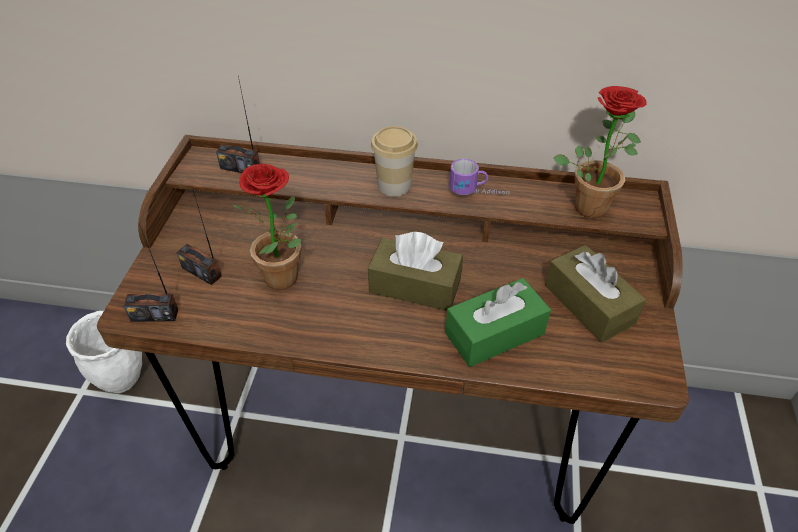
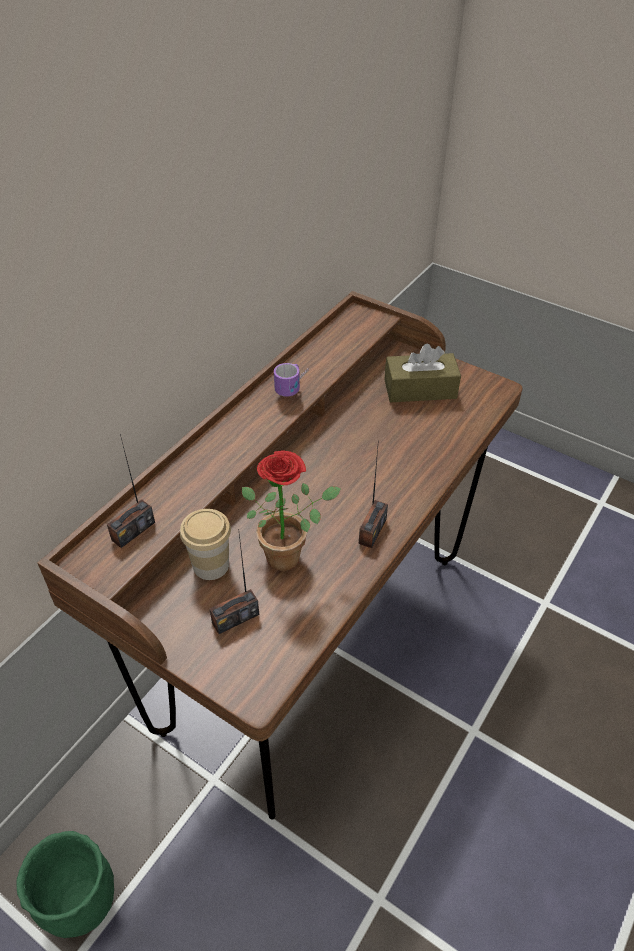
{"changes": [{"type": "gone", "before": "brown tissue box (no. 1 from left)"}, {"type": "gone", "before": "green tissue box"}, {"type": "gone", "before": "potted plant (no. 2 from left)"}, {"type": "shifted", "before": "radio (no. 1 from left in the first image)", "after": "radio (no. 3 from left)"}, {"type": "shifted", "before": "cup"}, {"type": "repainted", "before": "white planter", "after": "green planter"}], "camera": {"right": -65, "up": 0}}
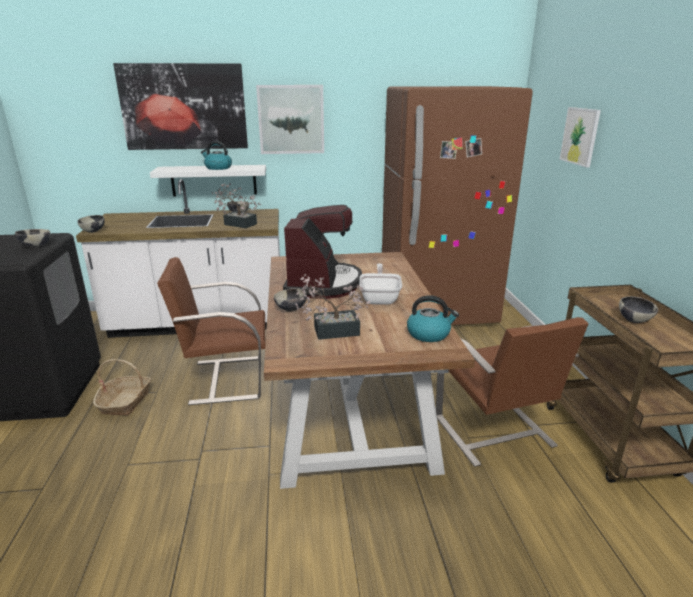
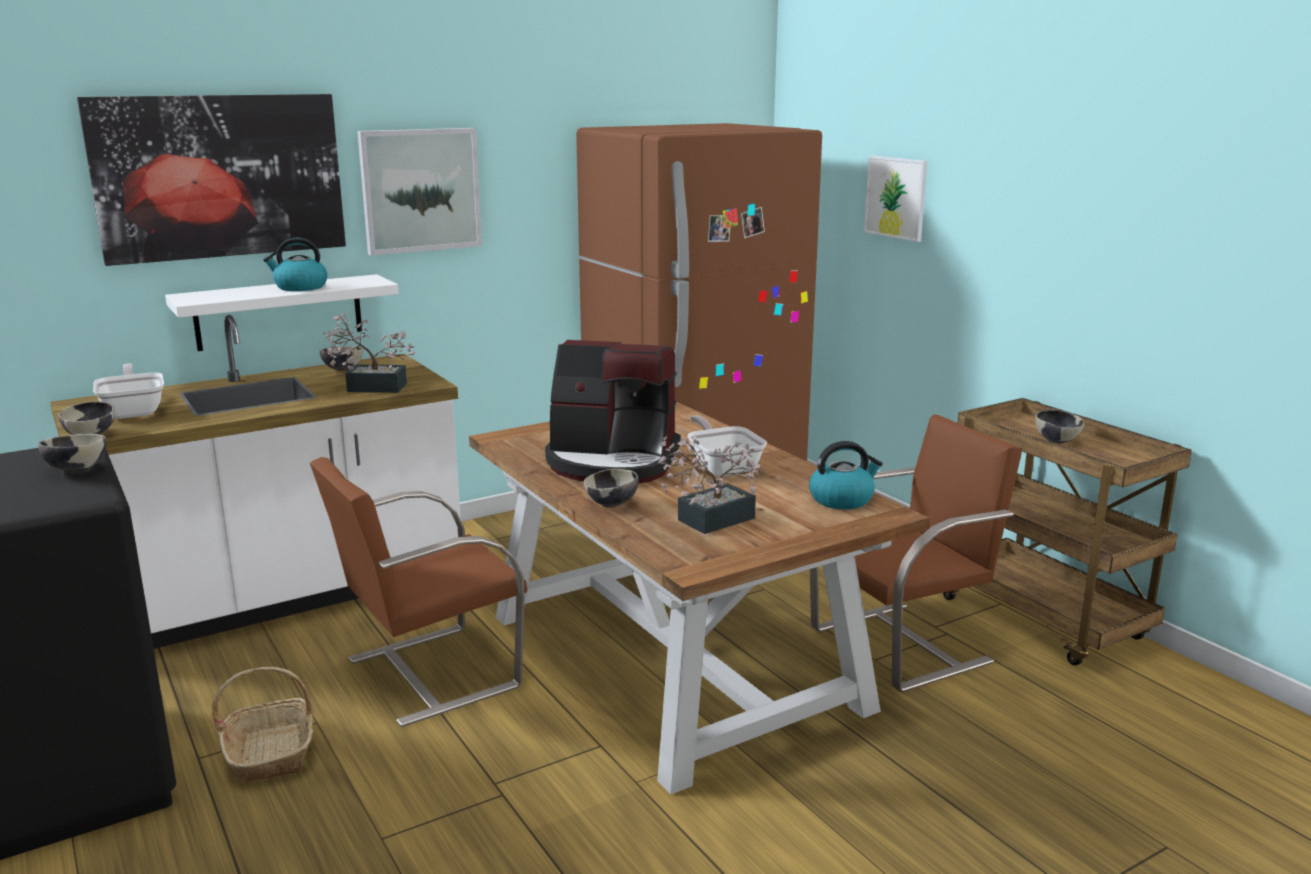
{"changes": [{"type": "new", "after": "frying pan (no. 1 from left)"}, {"type": "rotated", "before": "coffee machine", "turn": 120}, {"type": "rotated", "before": "brown chair (no. 2 from left)", "turn": -75}], "camera": {"right": -25, "up": -5}}
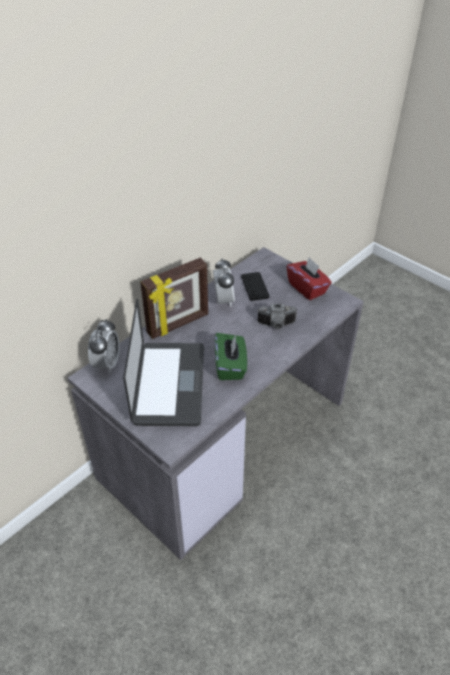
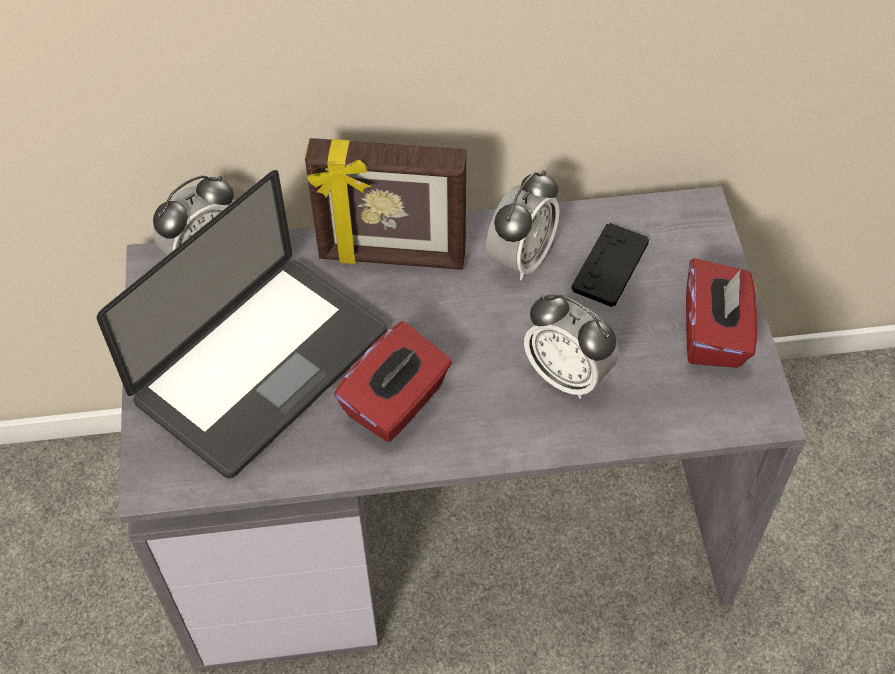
{"changes": [{"type": "swapped", "before": "photo camera", "after": "alarm clock (no. 3 from left)"}, {"type": "repainted", "before": "green tissue box", "after": "red tissue box (no. 1 from left)"}], "camera": {"right": 40, "up": 10}}
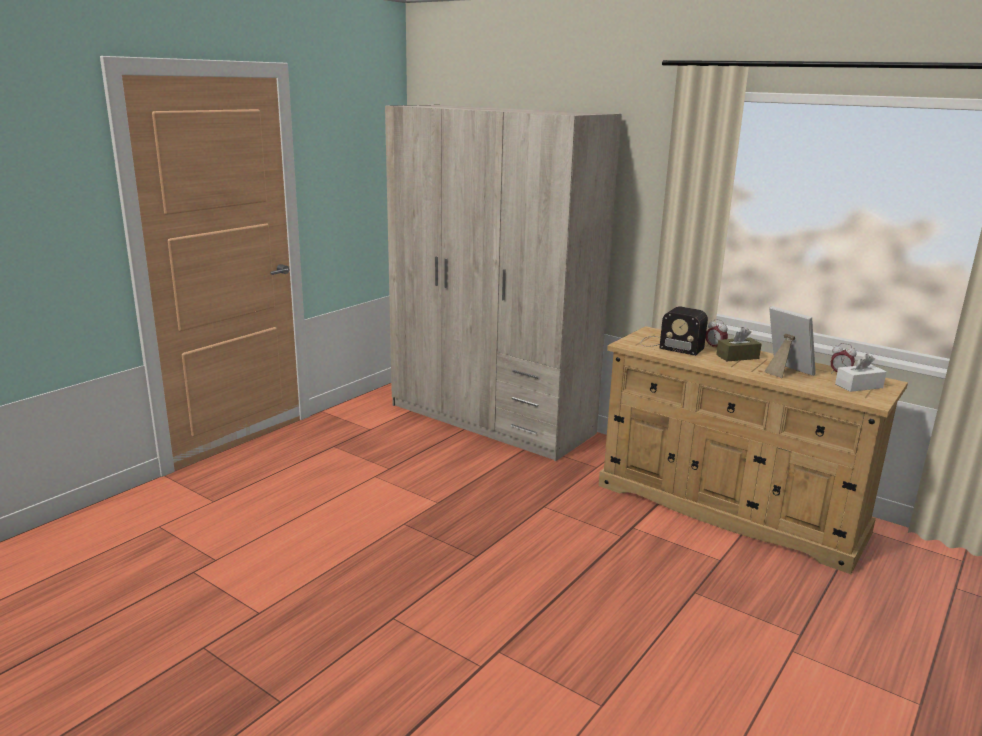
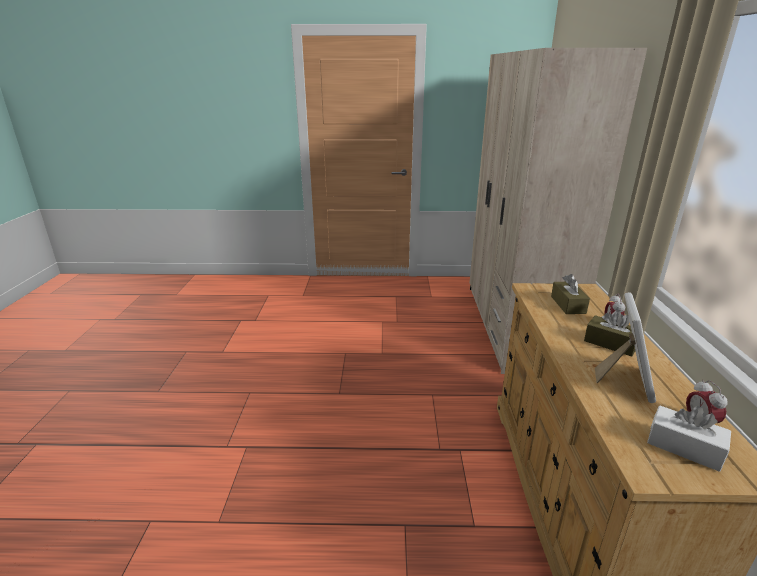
{"changes": [{"type": "swapped", "before": "radio", "after": "brown tissue box (no. 1 from left)"}], "camera": {"right": 55, "up": 5}}
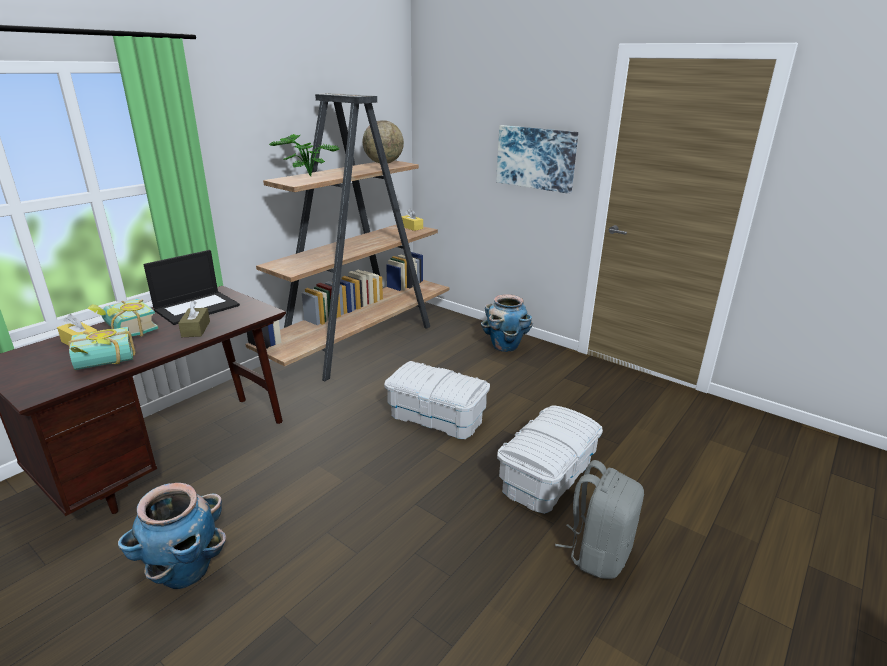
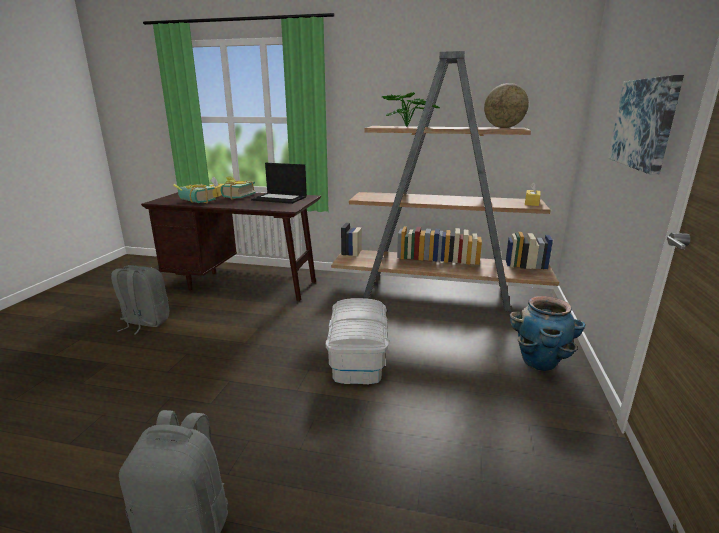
{"changes": [{"type": "gone", "before": "brown tissue box"}, {"type": "gone", "before": "white storage box (no. 2 from left)"}, {"type": "swapped", "before": "planter (no. 1 from left)", "after": "grey backpack (no. 1 from left)"}], "camera": {"right": 65, "up": -5}}
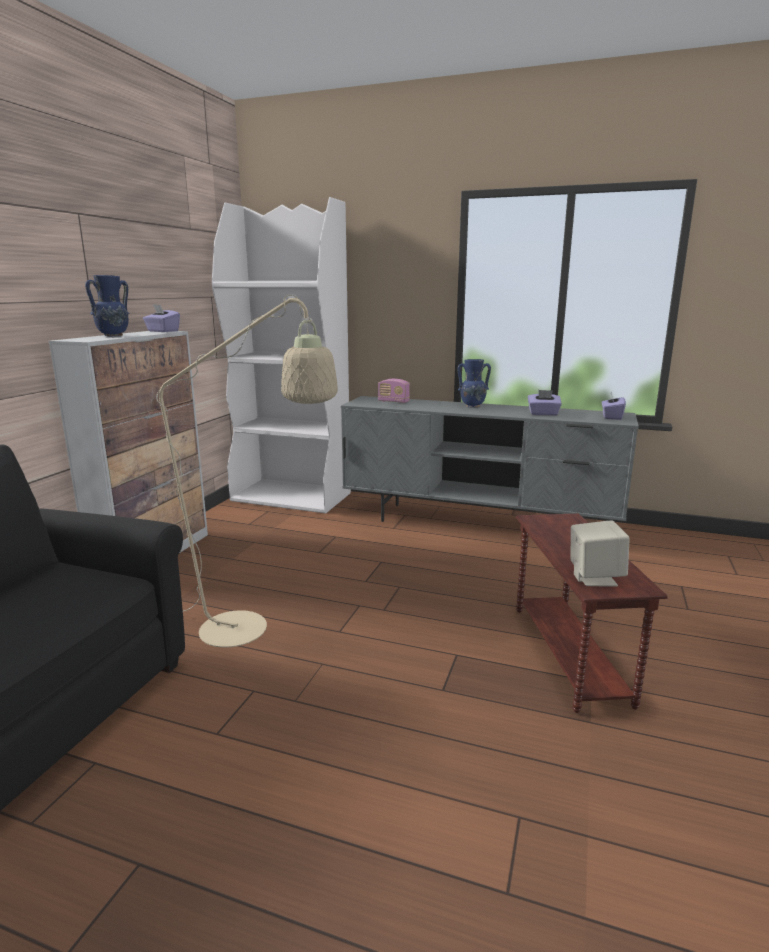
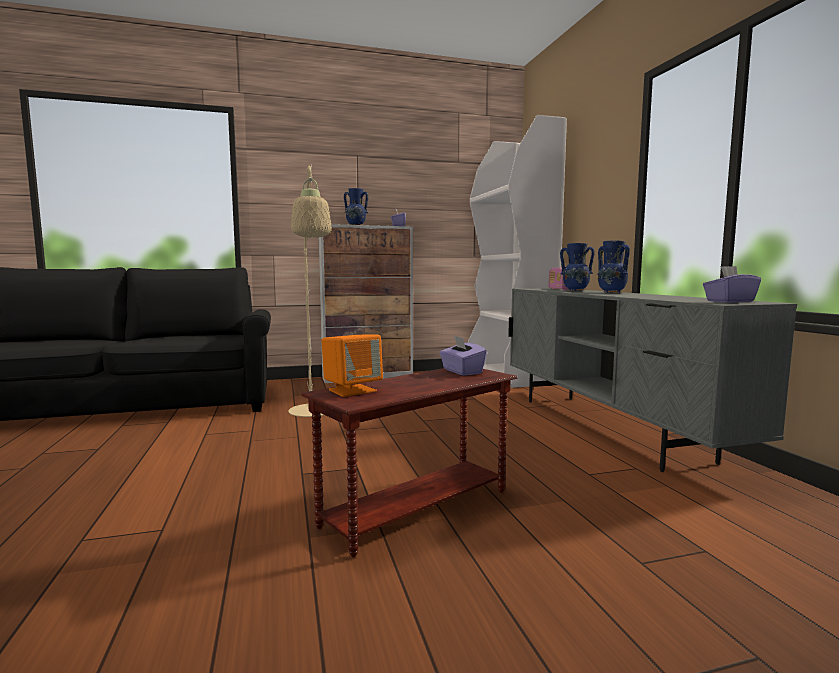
{"changes": [{"type": "new", "after": "blue vase (no. 2 from left)"}, {"type": "shifted", "before": "purple tissue box (no. 2 from left)"}, {"type": "repainted", "before": "beige speaker", "after": "orange speaker"}], "camera": {"right": 55, "up": -10}}
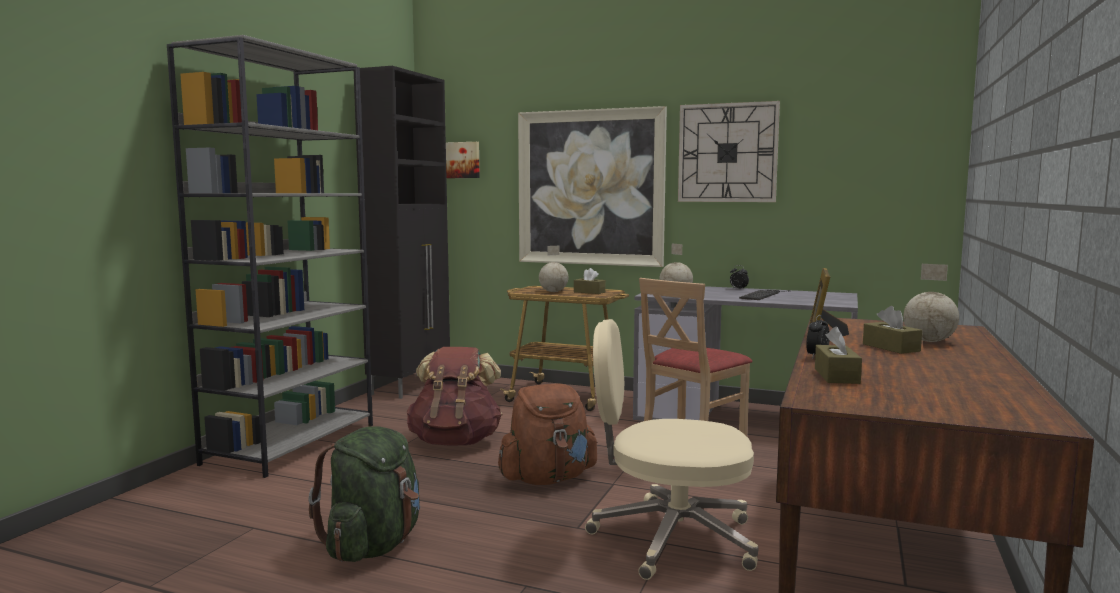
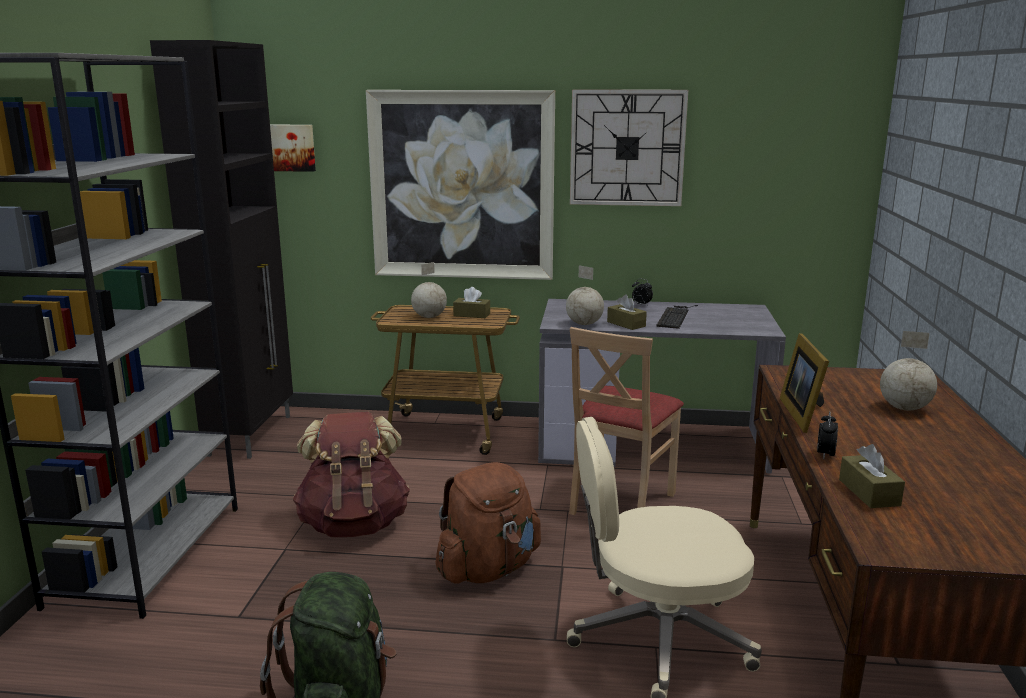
{"changes": [{"type": "shifted", "before": "brown tissue box (no. 3 from left in the first image)", "after": "brown tissue box (no. 2 from left)"}], "camera": {"right": -15, "up": 10}}
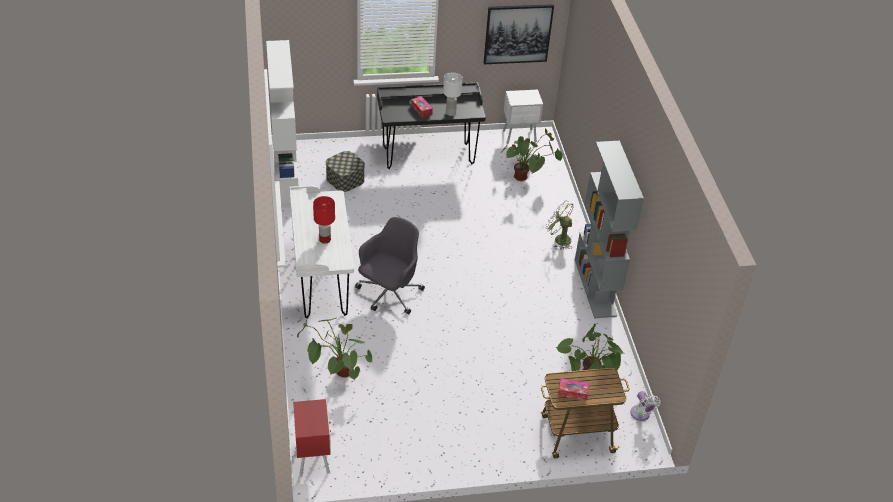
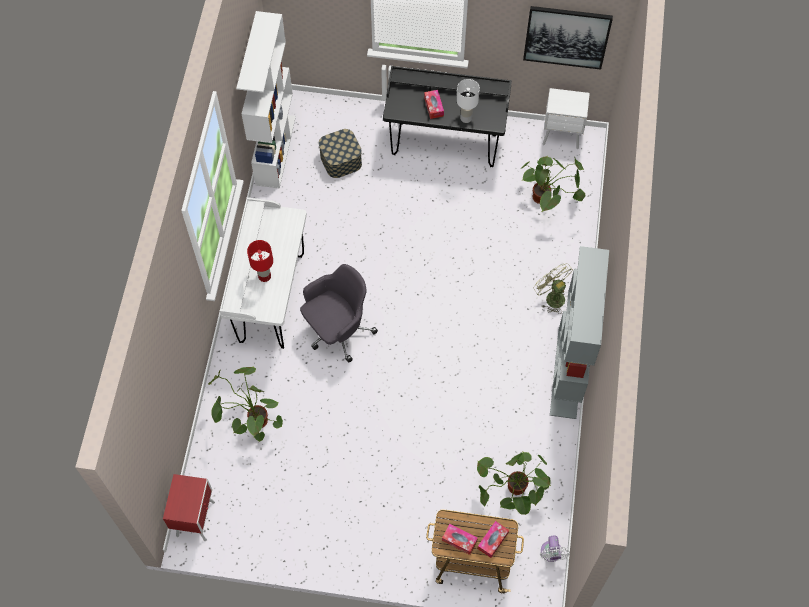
{"changes": [{"type": "new", "after": "tissue box (no. 3 from left)"}], "camera": {"right": 20, "up": 20}}
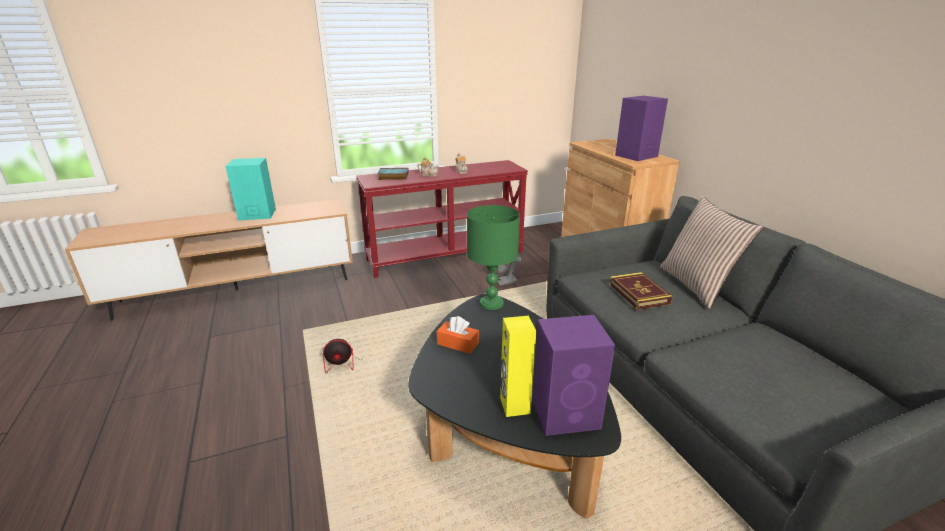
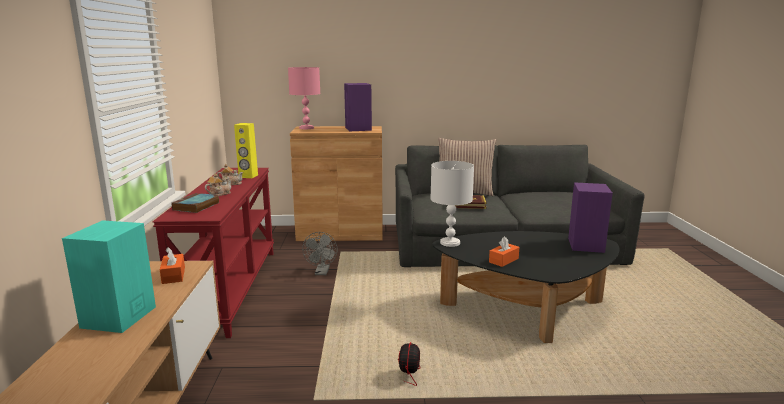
{"changes": [{"type": "new", "after": "orange tissue box (no. 1 from left)"}, {"type": "new", "after": "pink table lamp"}, {"type": "shifted", "before": "yellow speaker"}, {"type": "repainted", "before": "green table lamp", "after": "white table lamp"}], "camera": {"right": -70, "up": -10}}
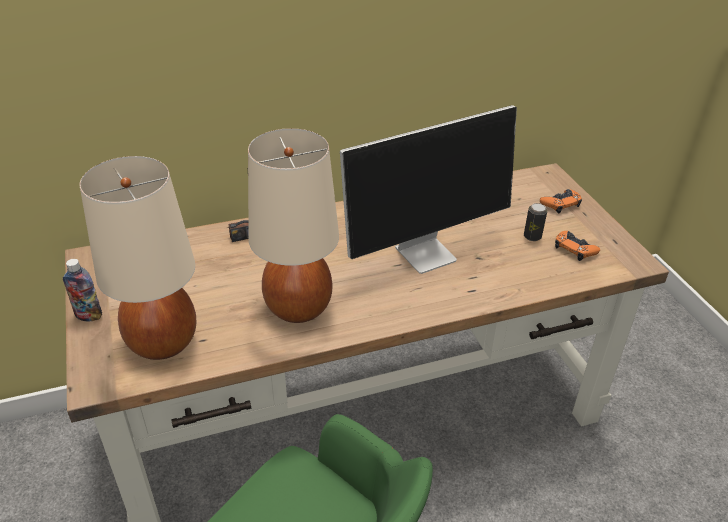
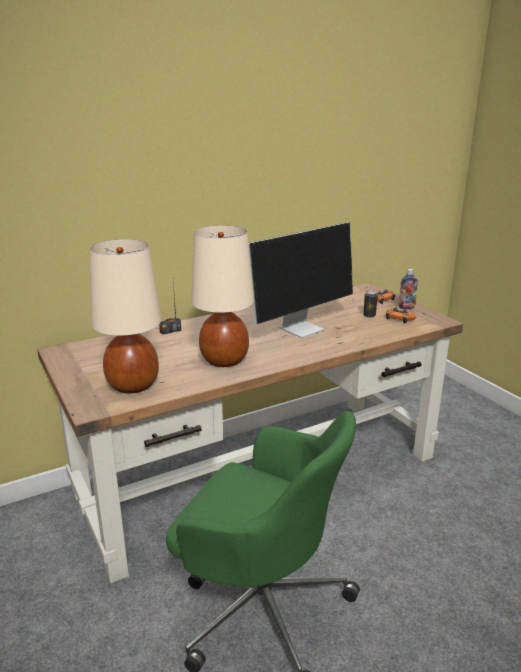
{"changes": [{"type": "shifted", "before": "bottle"}], "camera": {"right": -10, "up": -15}}
